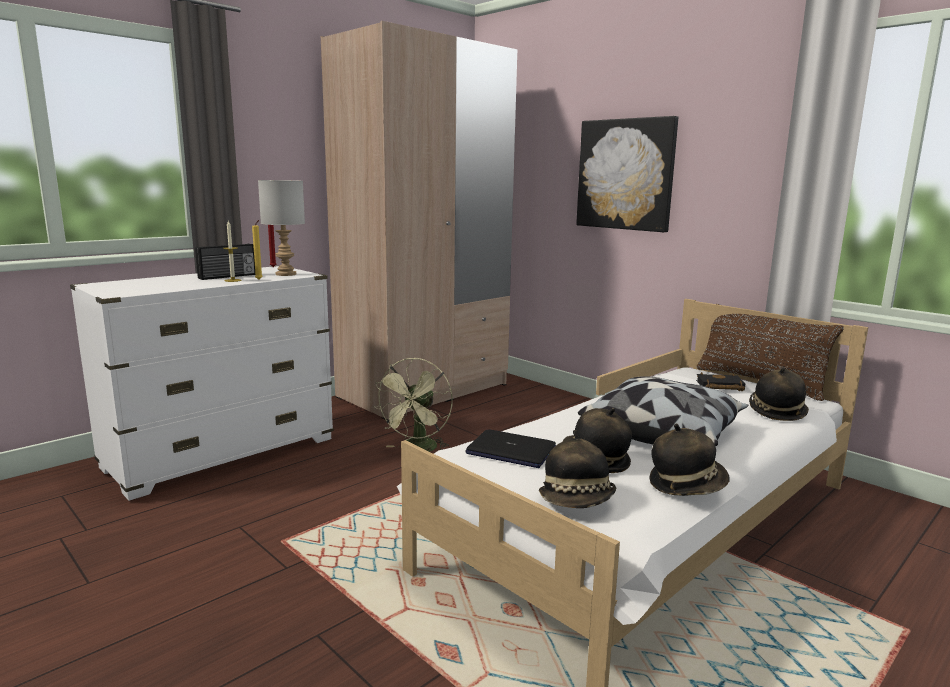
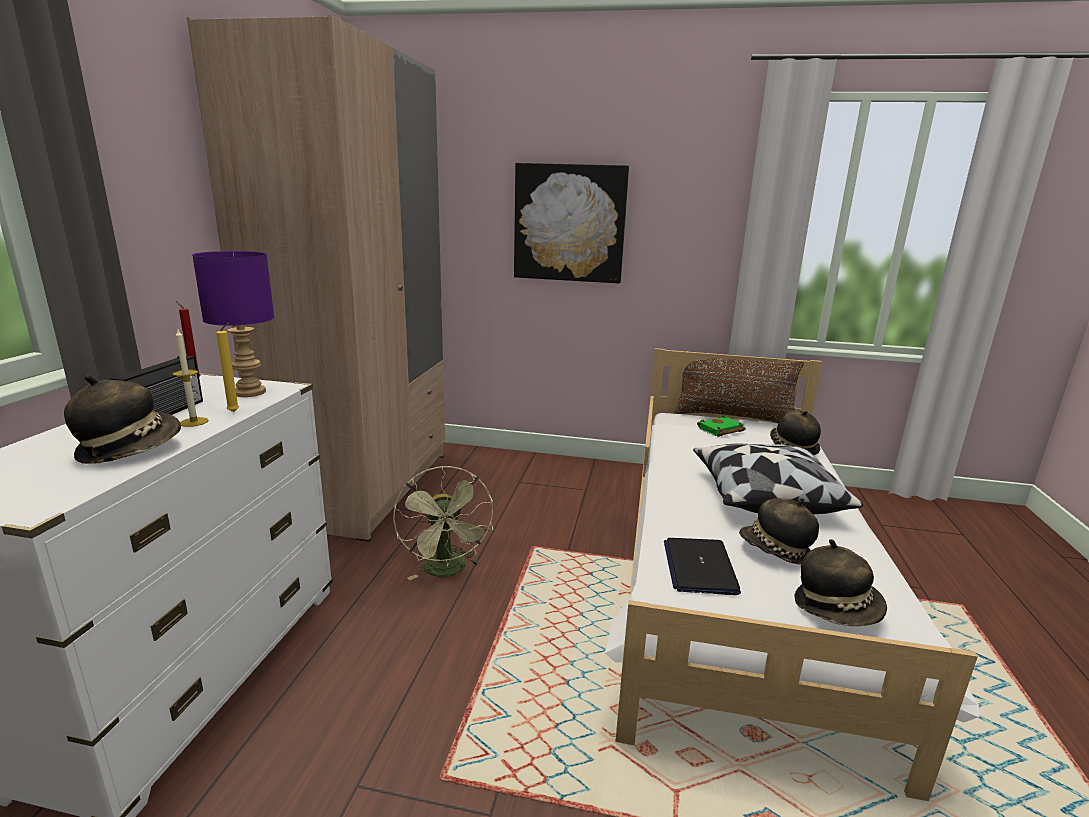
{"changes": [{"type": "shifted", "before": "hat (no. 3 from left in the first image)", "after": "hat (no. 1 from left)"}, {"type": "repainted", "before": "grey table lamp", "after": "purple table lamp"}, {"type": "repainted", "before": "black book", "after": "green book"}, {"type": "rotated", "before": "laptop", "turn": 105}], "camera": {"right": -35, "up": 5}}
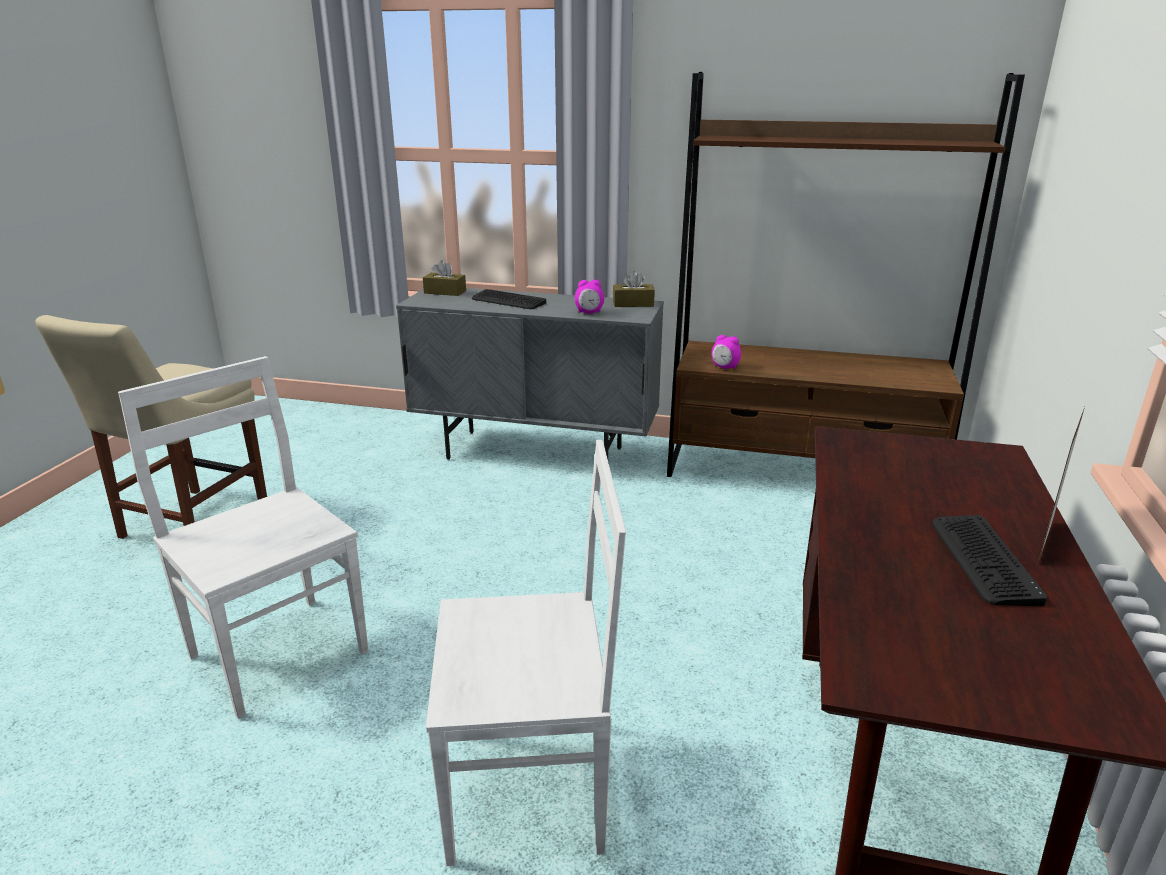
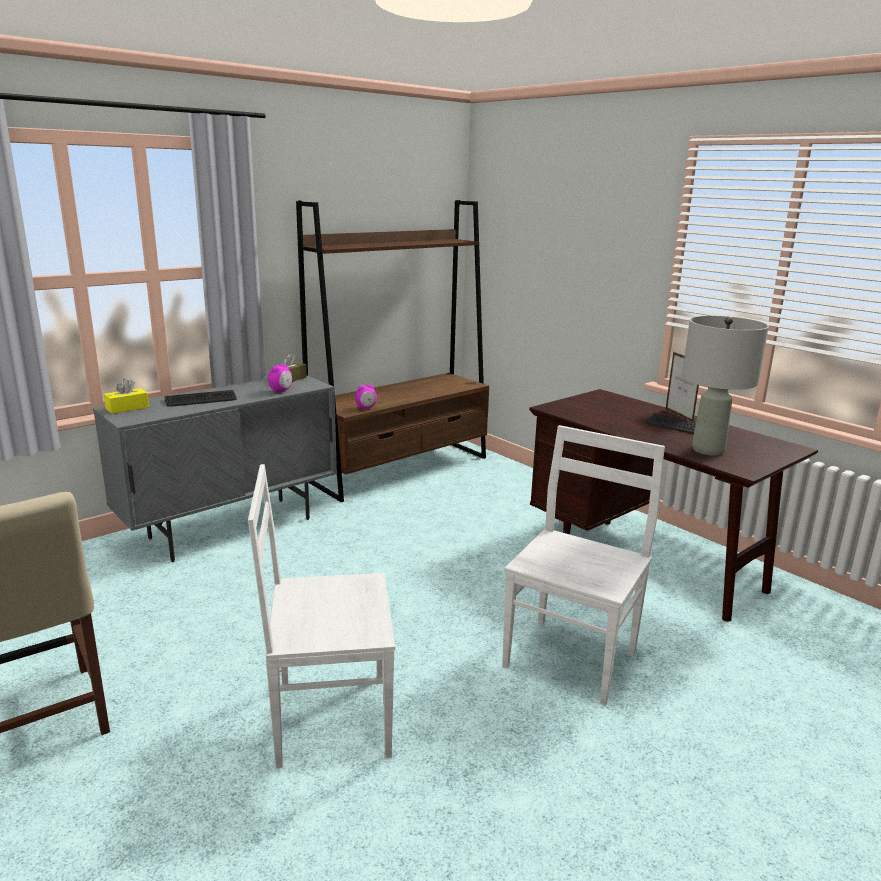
{"changes": [{"type": "new", "after": "grey table lamp"}, {"type": "repainted", "before": "brown tissue box (no. 1 from left)", "after": "yellow tissue box"}], "camera": {"right": -55, "up": -5}}
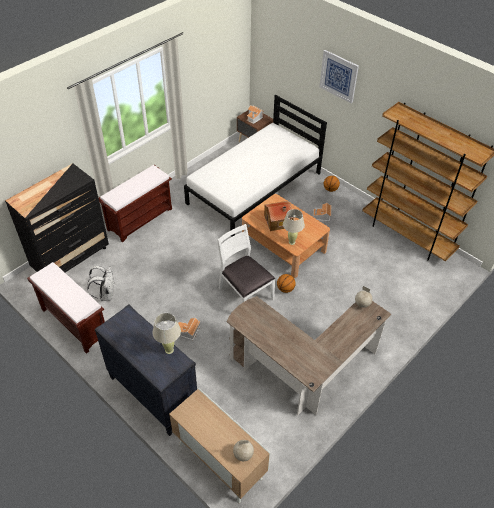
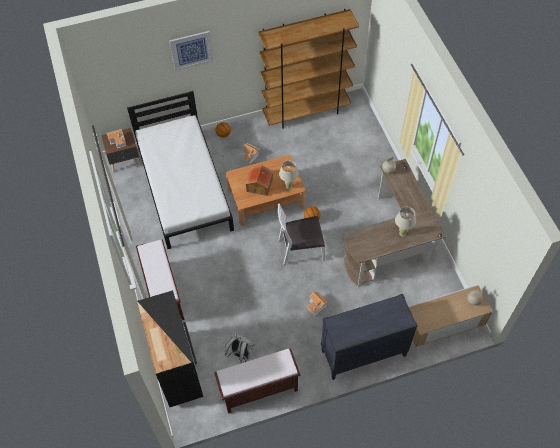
{"changes": [{"type": "shifted", "before": "beige table lamp (no. 1 from left in the first image)", "after": "beige table lamp (no. 2 from left)"}], "camera": {"right": -60, "up": 10}}
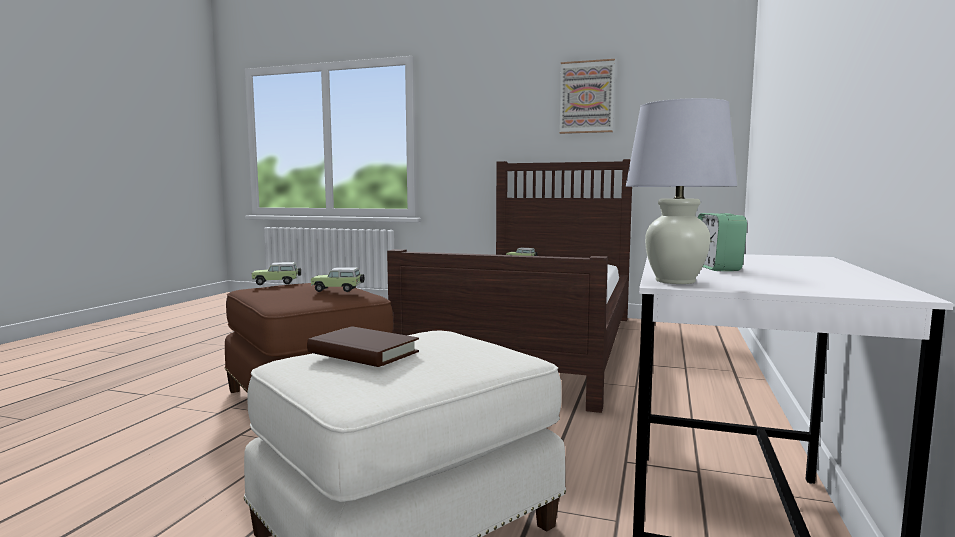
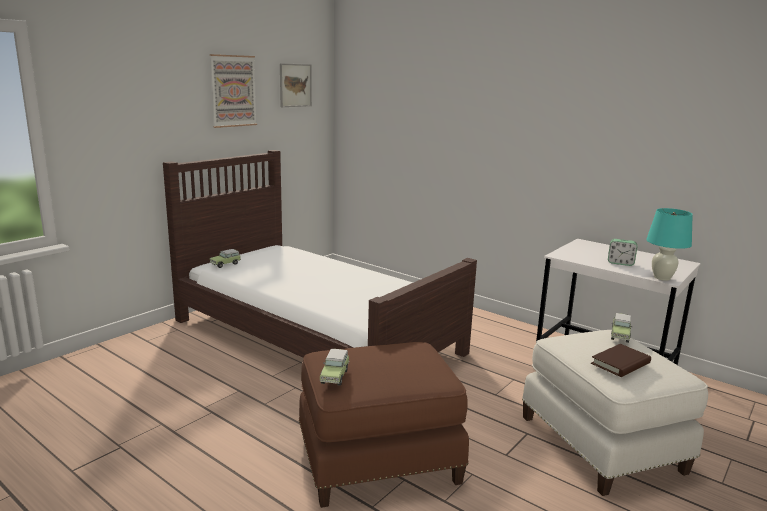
{"changes": [{"type": "new", "after": "picture (no. 2 from left)"}, {"type": "shifted", "before": "toy car (no. 2 from left in the first image)", "after": "toy car (no. 3 from left)"}, {"type": "repainted", "before": "white table lamp", "after": "turquoise table lamp"}], "camera": {"right": -70, "up": 10}}
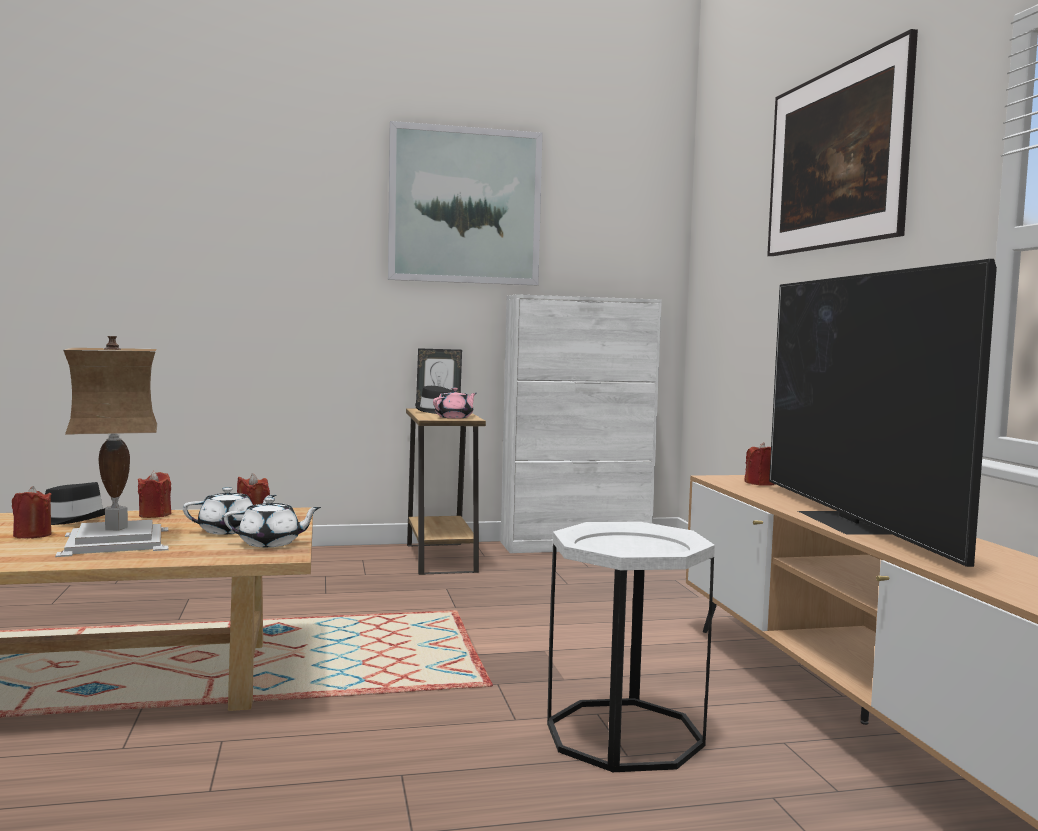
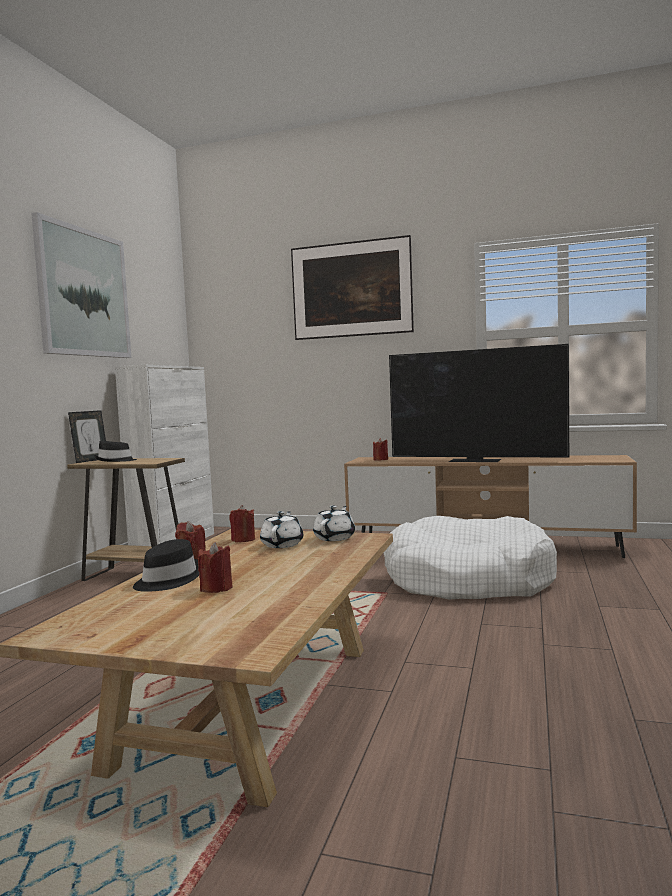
{"changes": [{"type": "gone", "before": "table lamp"}, {"type": "gone", "before": "pink teapot"}, {"type": "swapped", "before": "white side table", "after": "white dog bed"}], "camera": {"right": -60, "up": 0}}
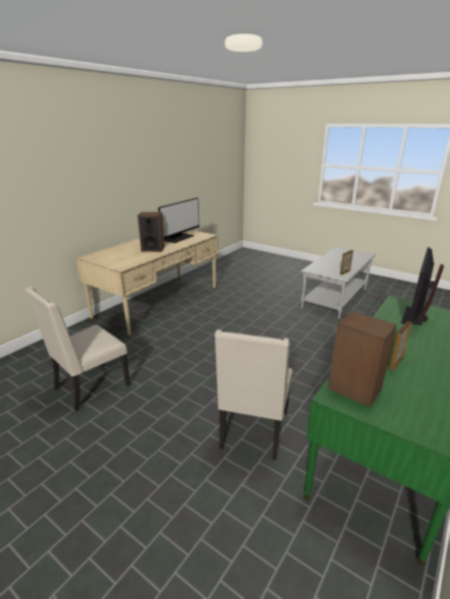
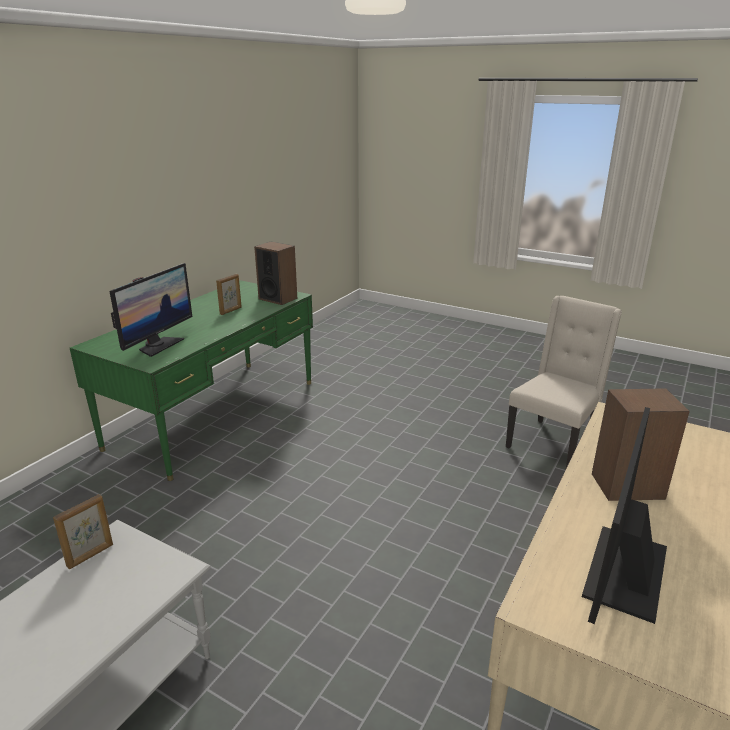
{"changes": [{"type": "gone", "before": "beige chair (no. 2 from left)"}], "camera": {"right": 175, "up": 0}}
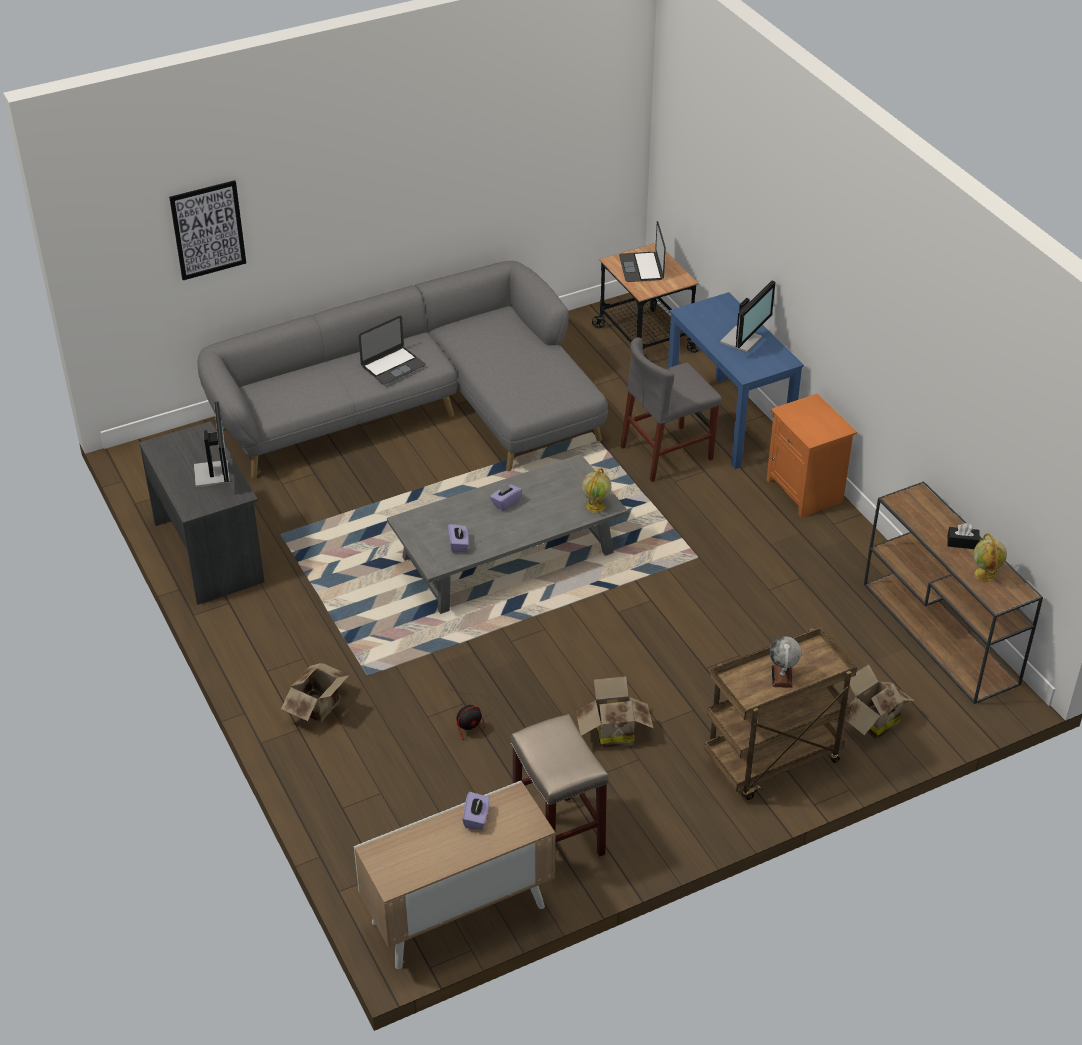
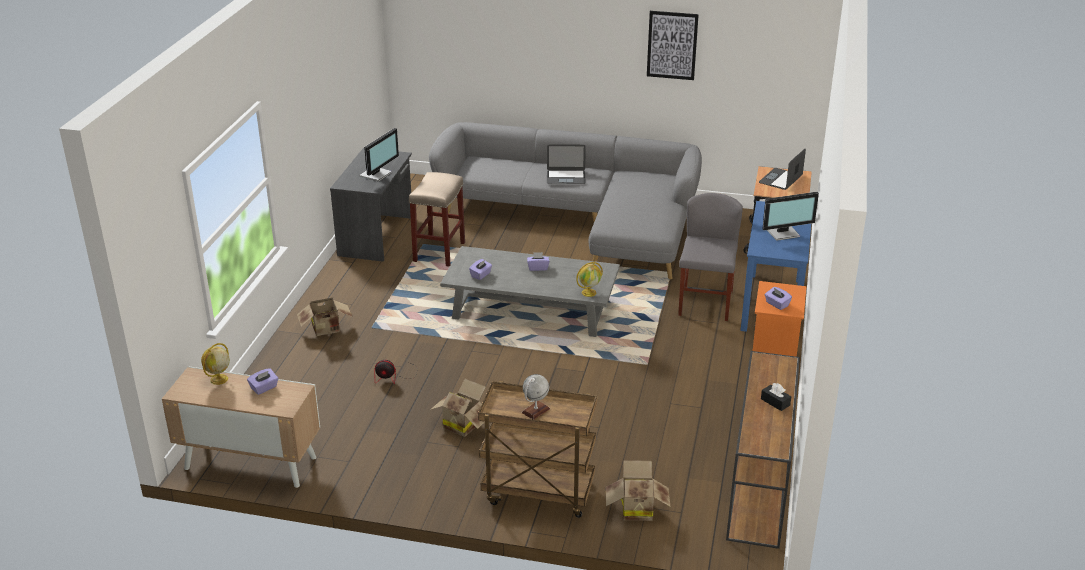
{"changes": [{"type": "new", "after": "purple tissue box (no. 4 from left)"}, {"type": "shifted", "before": "picture"}, {"type": "shifted", "before": "beige stool"}, {"type": "shifted", "before": "globe (no. 3 from left in the first image)", "after": "globe (no. 1 from left)"}, {"type": "rotated", "before": "grey chair", "turn": 90}], "camera": {"right": 40, "up": -10}}
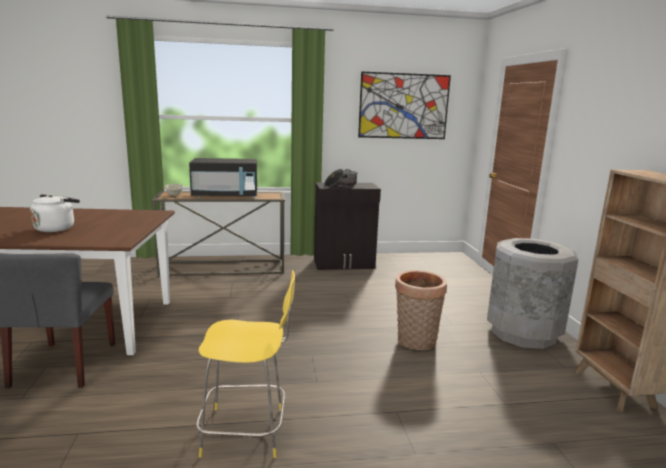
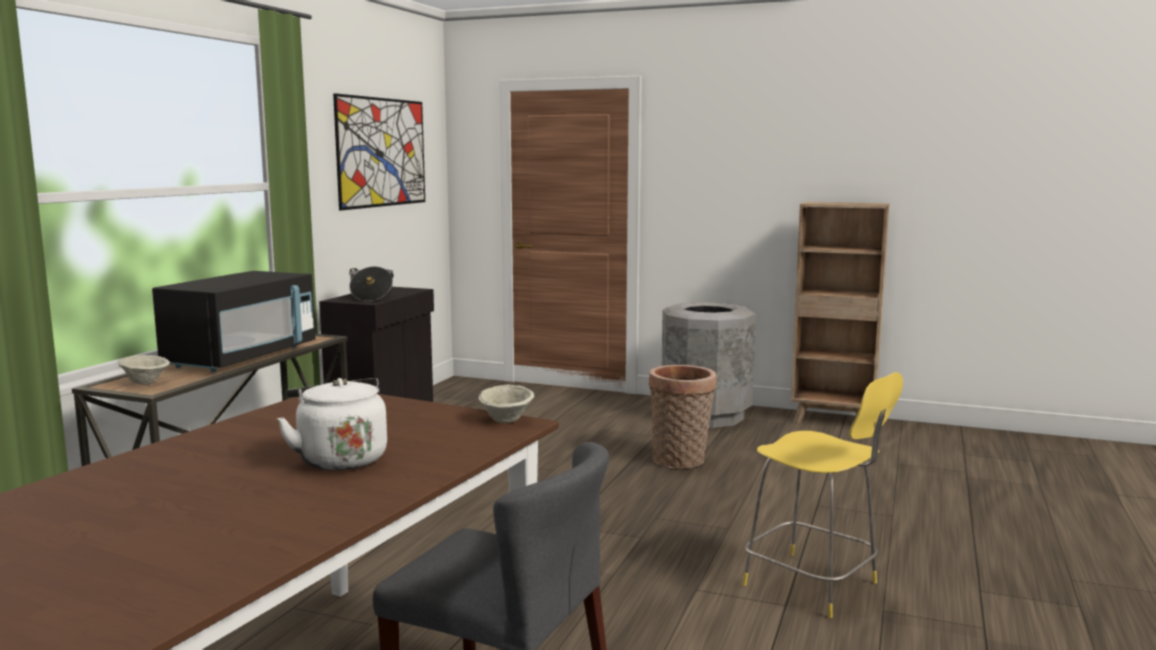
{"changes": [{"type": "new", "after": "beige bowl (no. 2 from left)"}, {"type": "rotated", "before": "yellow chair", "turn": 105}], "camera": {"right": -60, "up": -5}}
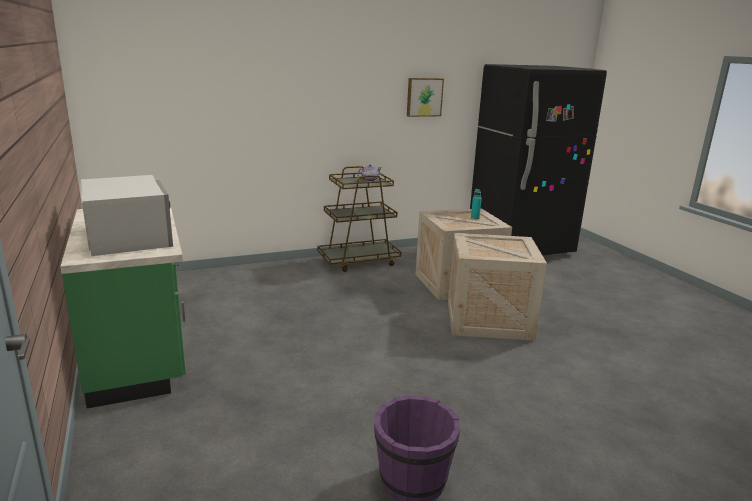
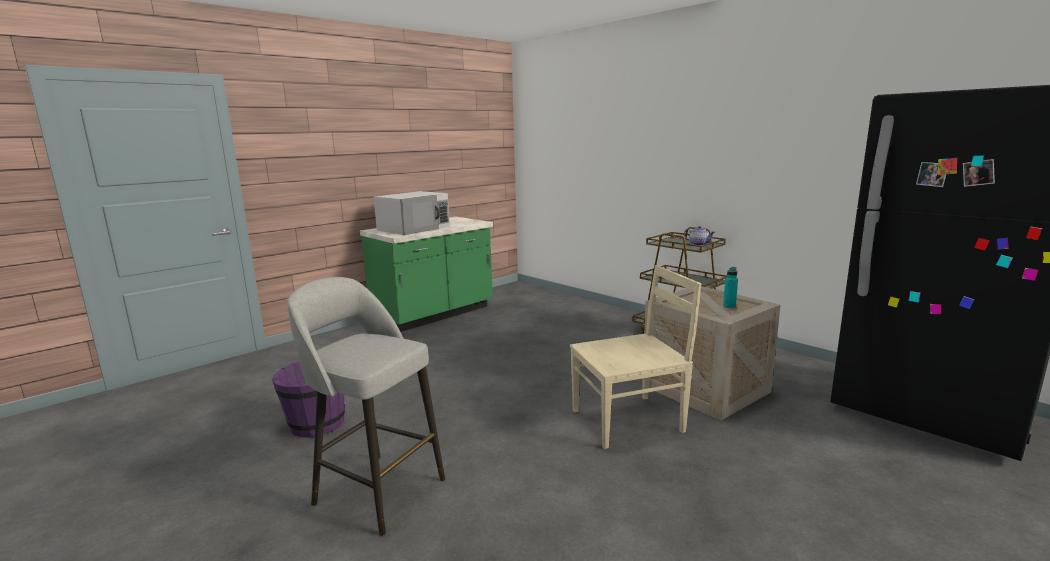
{"changes": [{"type": "gone", "before": "picture"}, {"type": "new", "after": "grey stool"}, {"type": "swapped", "before": "crate (no. 2 from left)", "after": "beige chair"}], "camera": {"right": 70, "up": -5}}
